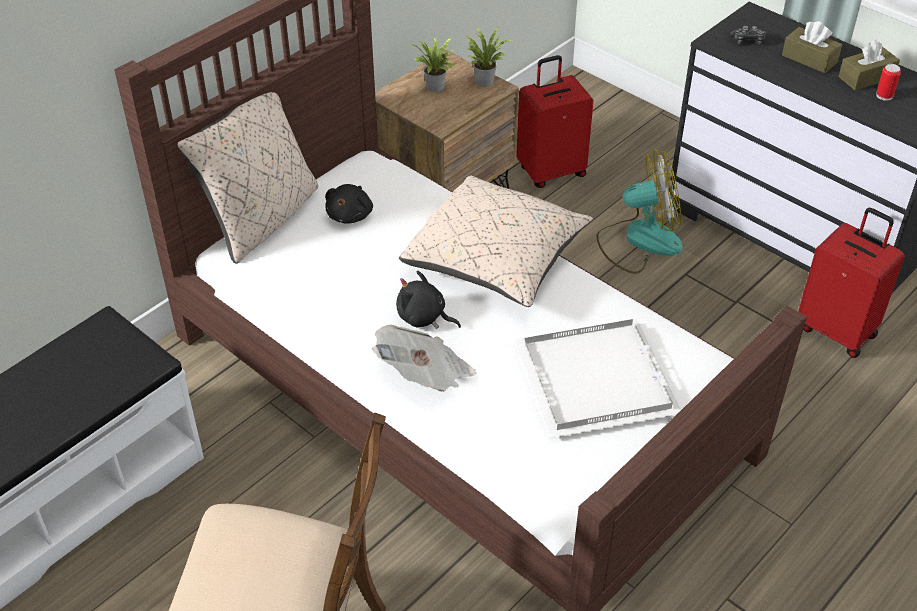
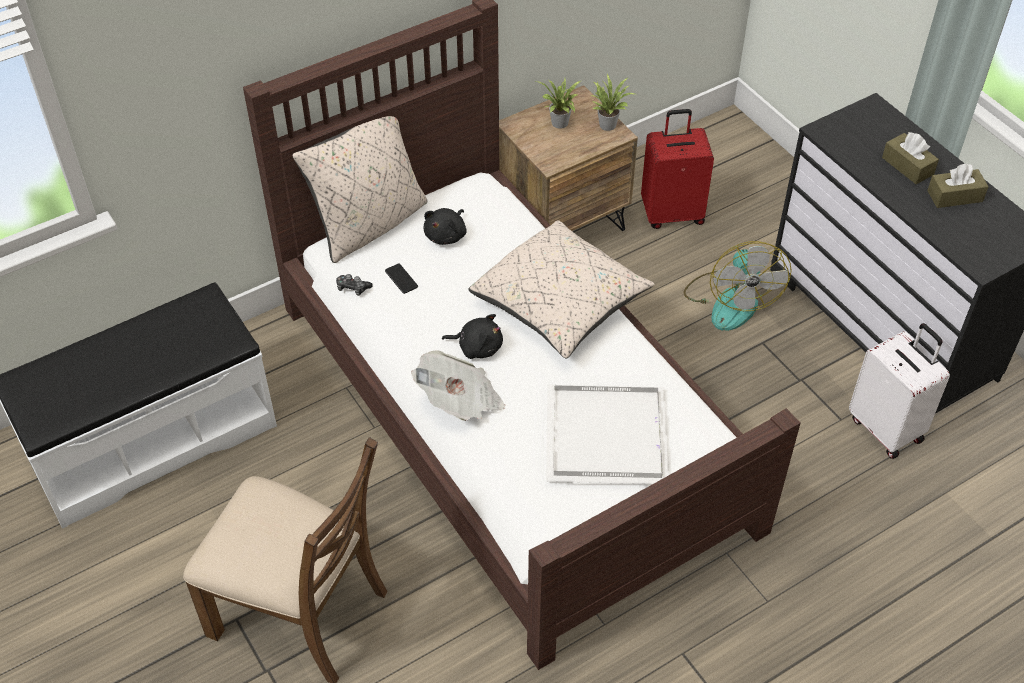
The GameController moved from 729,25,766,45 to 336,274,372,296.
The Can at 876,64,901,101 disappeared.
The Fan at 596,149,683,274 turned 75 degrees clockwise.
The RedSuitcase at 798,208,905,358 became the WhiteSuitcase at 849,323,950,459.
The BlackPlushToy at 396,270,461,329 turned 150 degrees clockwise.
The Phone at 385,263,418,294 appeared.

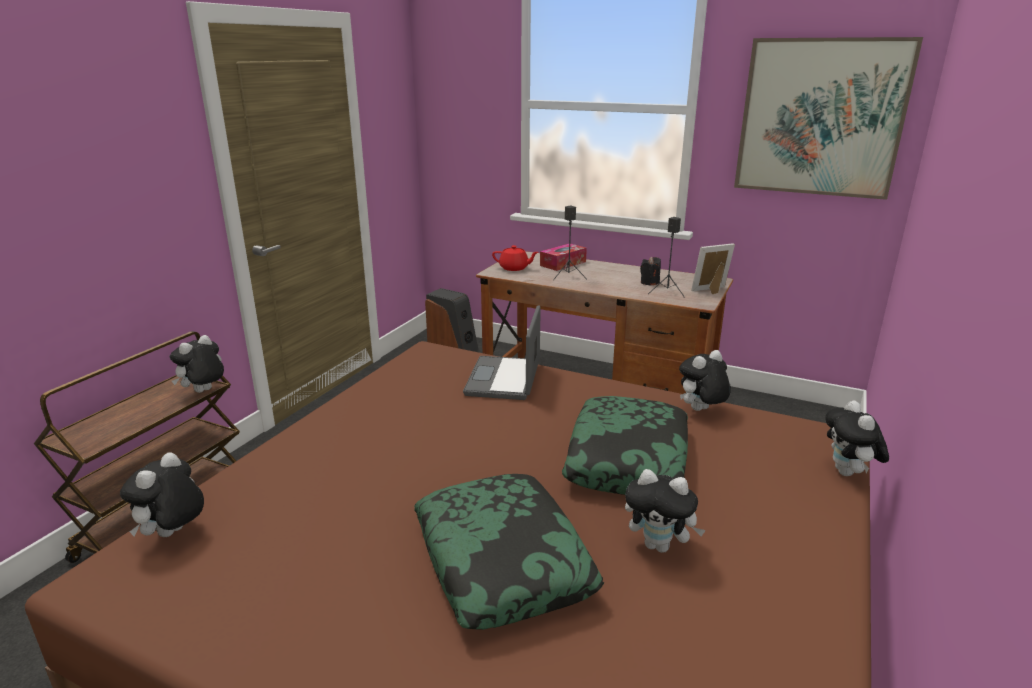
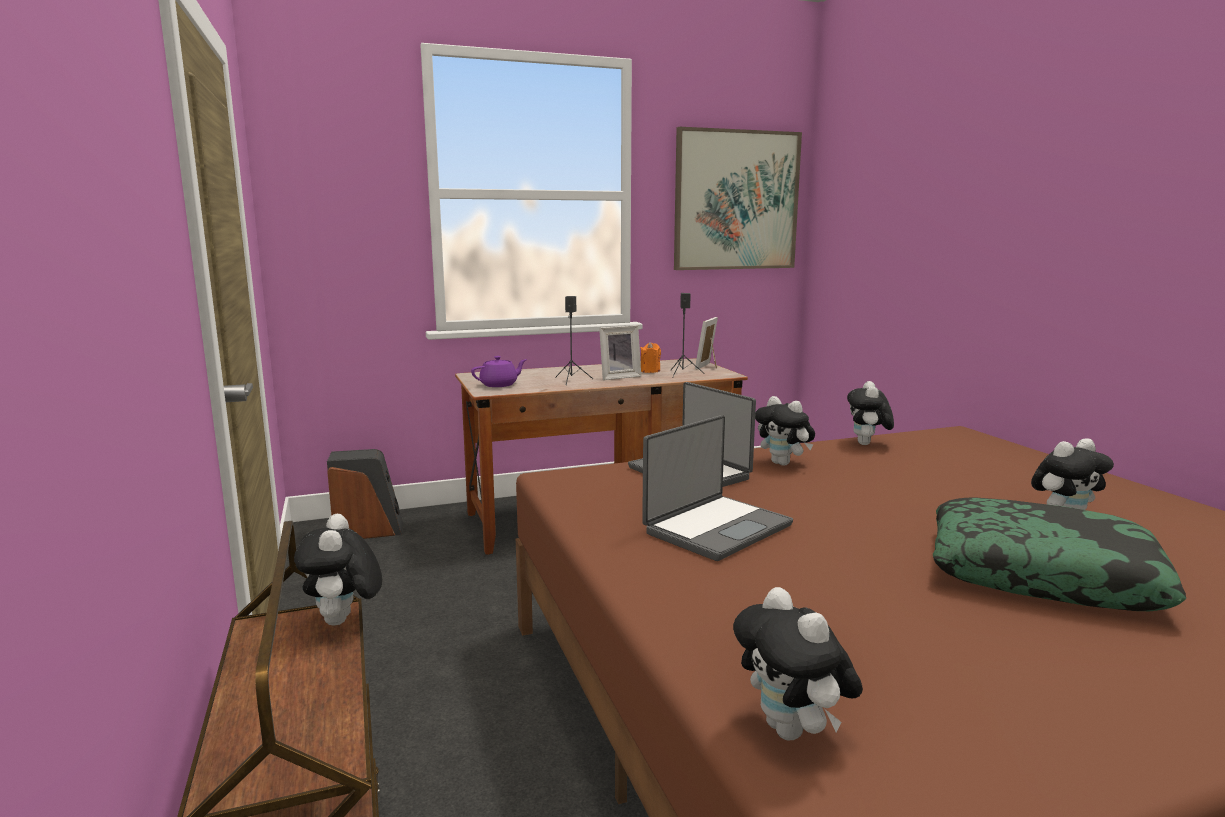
The TissueBox at 540,244,587,271 disappeared.
The RedTeapot at 492,245,539,271 became the PurpleTeapot at 471,356,527,387.
The BlackCandle at 640,256,661,286 became the OrangeCandle at 640,342,661,373.
The Pillow at 562,396,688,495 disappeared.
The PlushToy moved from 825,400,889,476 to 755,396,815,466.
The PictureFrame at 599,325,641,380 appeared.
The Laptop at 642,415,793,561 appeared.

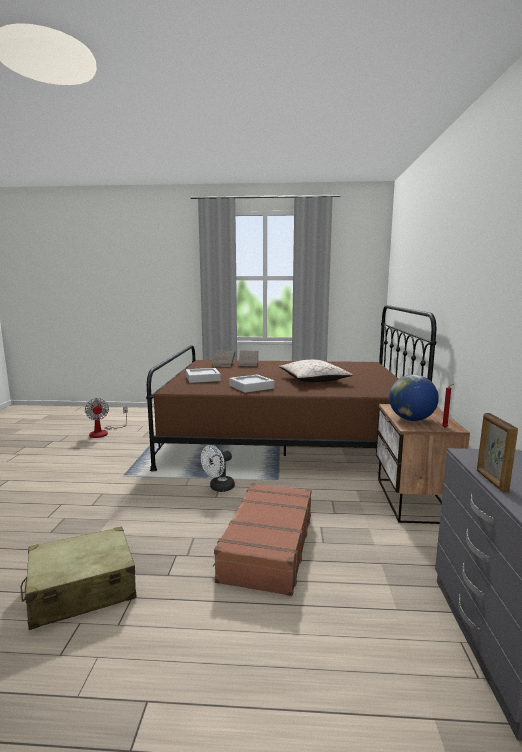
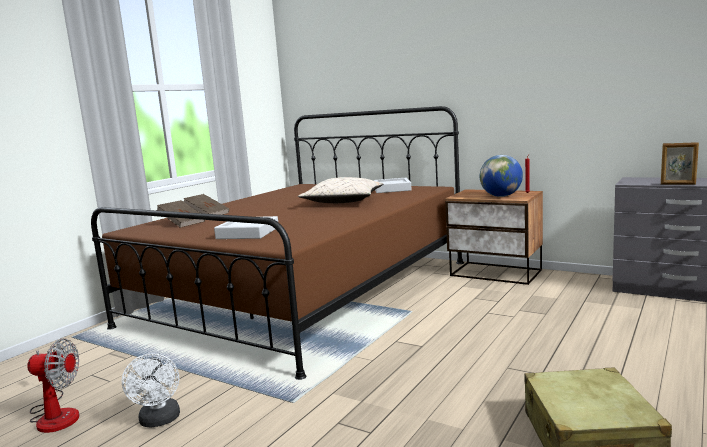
The GreyTray moved from 229,374,275,393 to 374,178,412,193.
The WhiteFan moved from 201,445,235,492 to 122,353,180,428.
The BrownSuitcase at 213,483,311,596 disappeared.

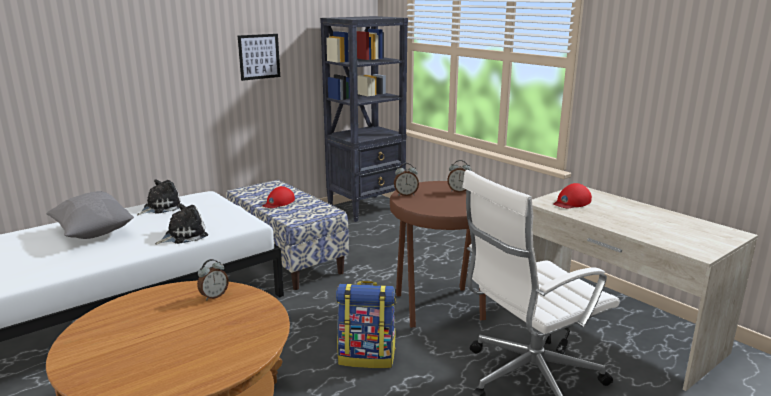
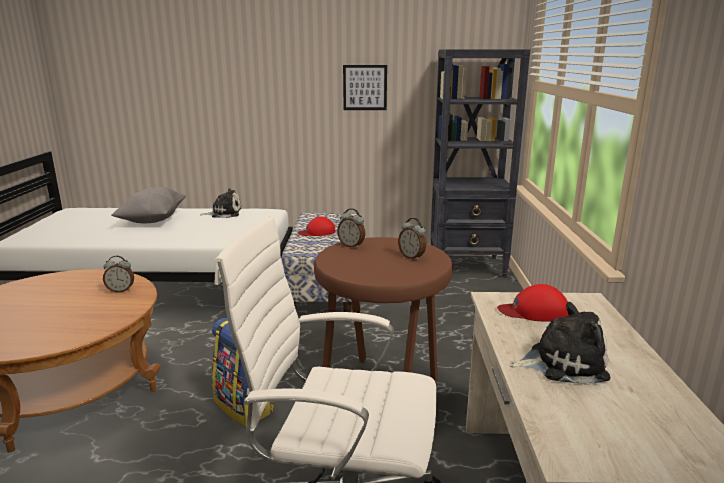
The PlushToy moved from 155,203,208,245 to 510,302,611,385.

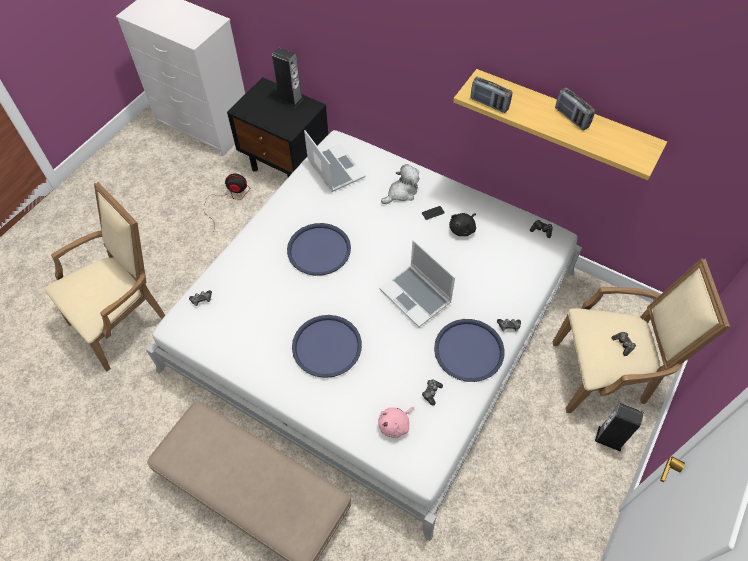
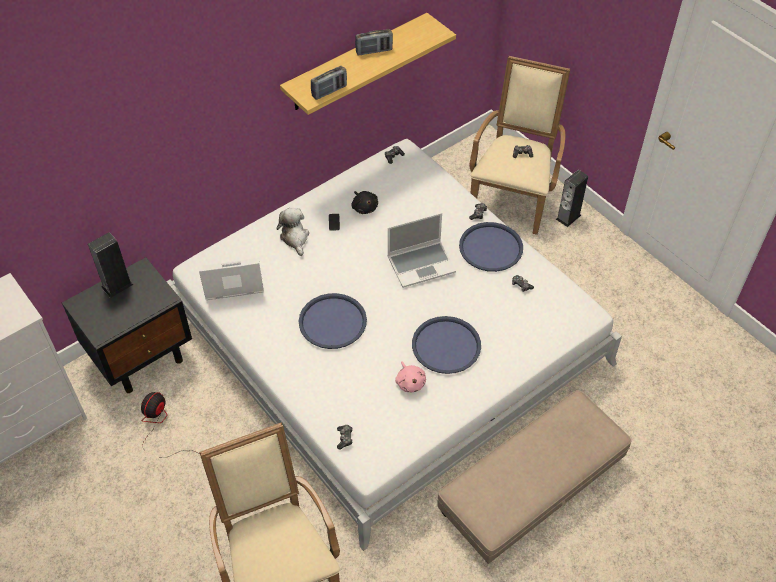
The PinkPlushToy moved from 378,407,414,438 to 395,361,426,392.

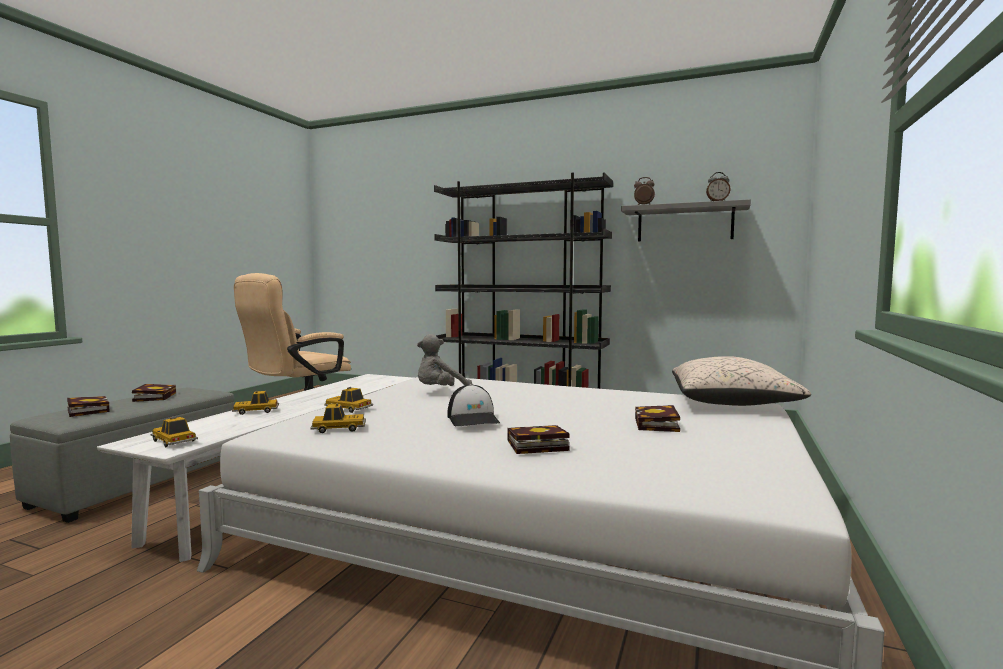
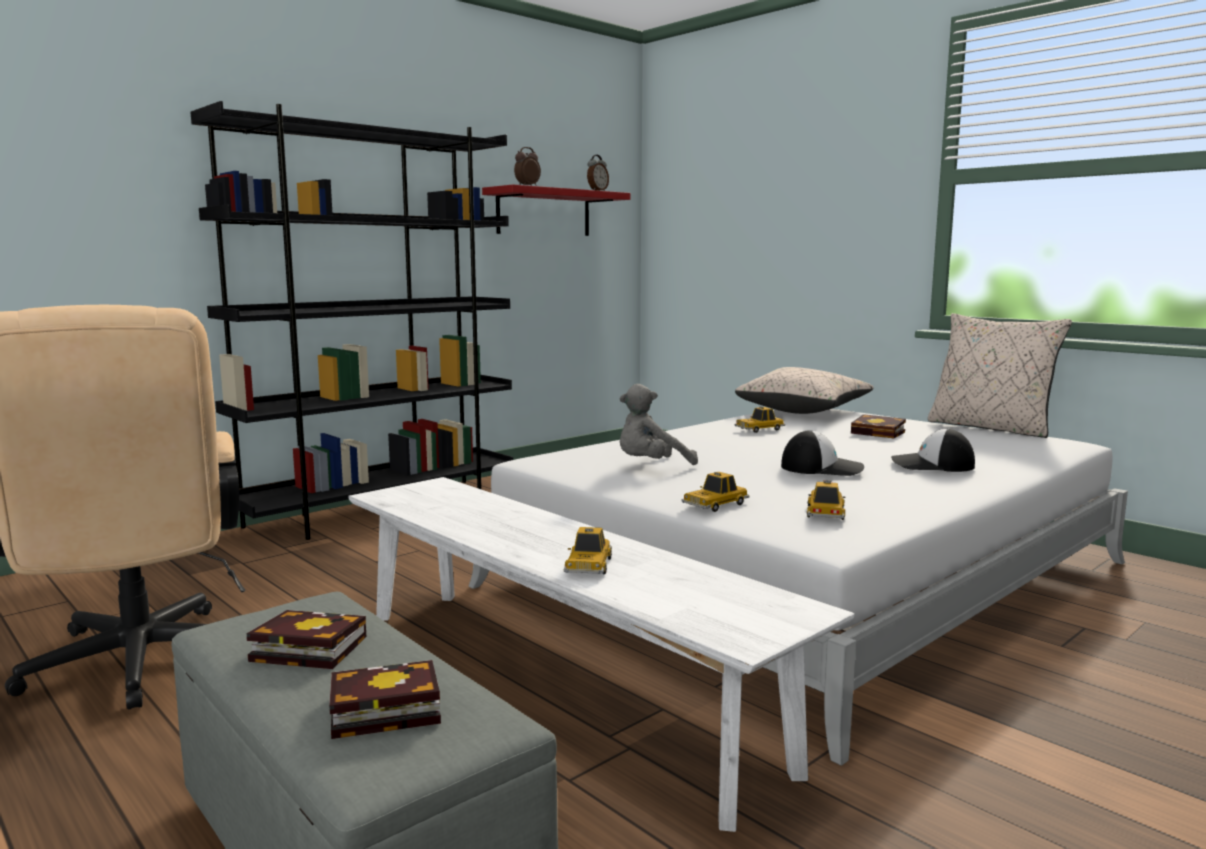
The GreyShelf at 621,199,751,242 became the RedShelf at 482,185,630,236.
The GreyPlushToy at 417,334,472,386 turned 75 degrees clockwise.
The ToyCar moved from 151,416,198,447 to 735,406,785,433.
The Book at 507,425,570,454 was replaced by the Cap at 891,428,975,472.
The BeigePillow at 928,313,1072,438 appeared.

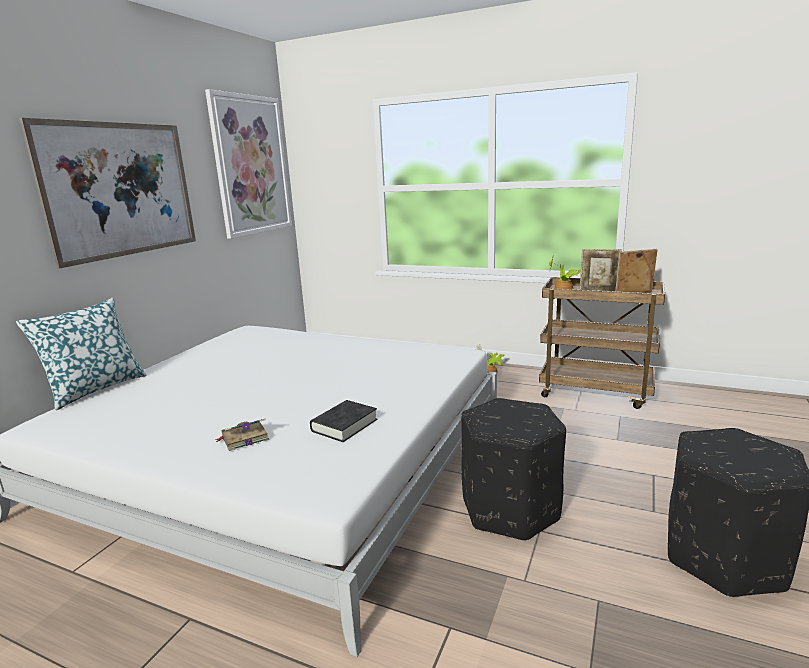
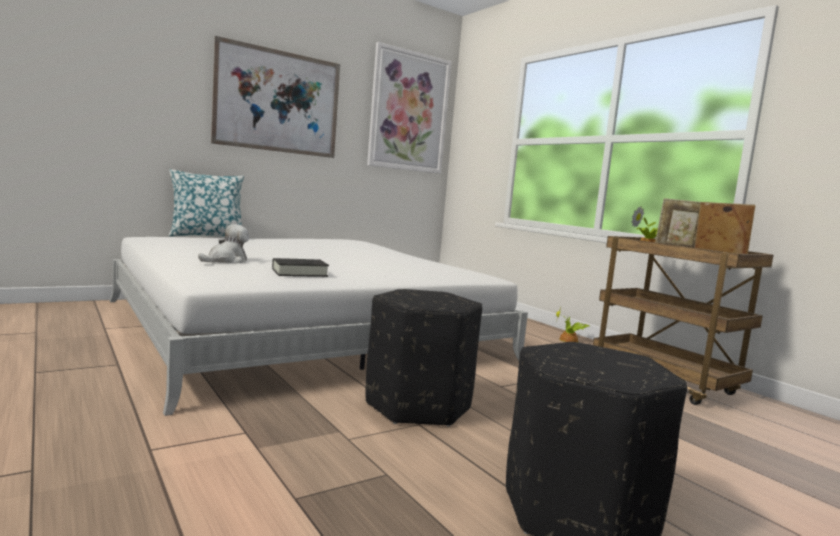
The Book at 215,419,269,451 was replaced by the PlushToy at 198,224,249,263.

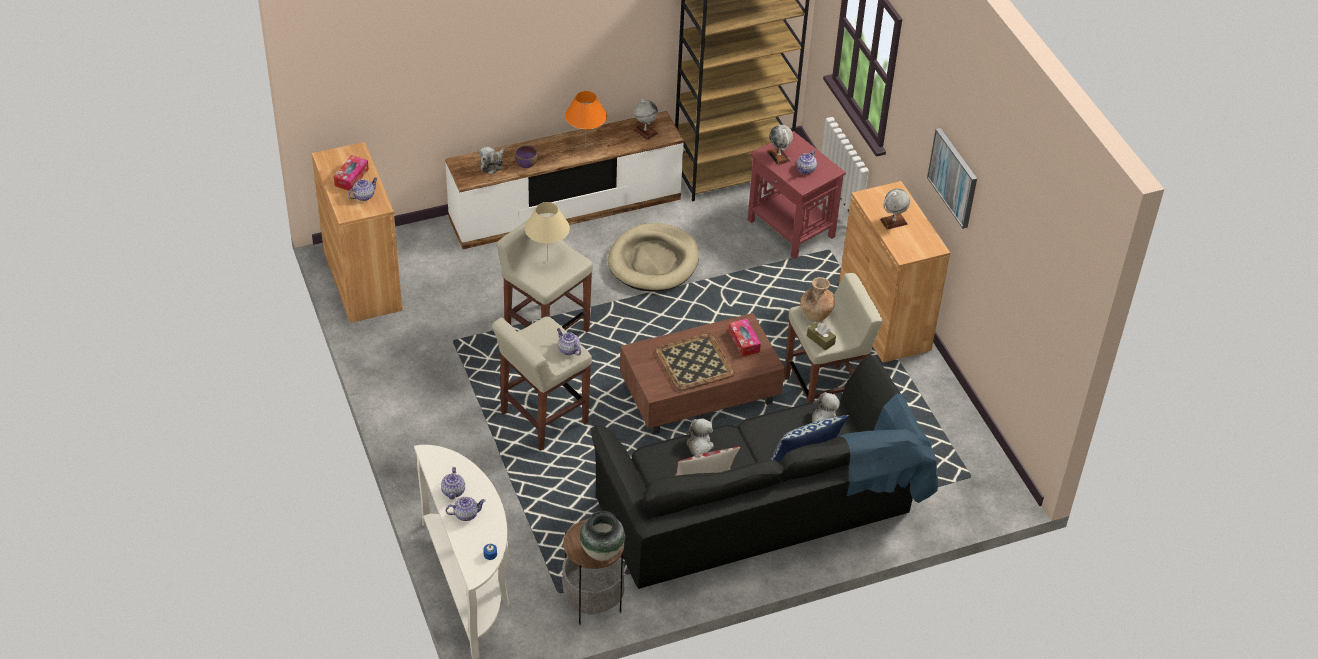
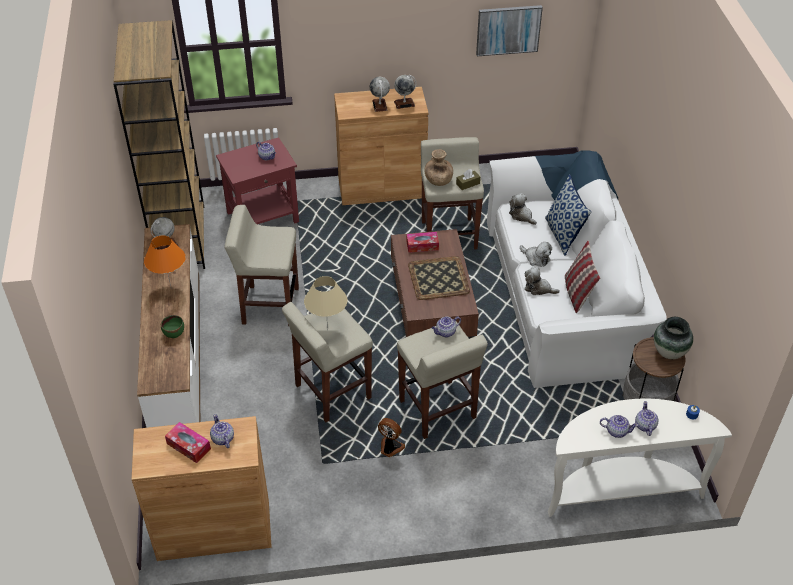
The Globe moved from 767,125,793,165 to 394,75,416,109.
The Picture moved from 927,128,977,229 to 476,5,543,56.
The PurpleBowl at 515,145,538,168 became the GreenBowl at 161,315,184,338.
The PlushToy moved from 479,147,505,175 to 520,242,552,267.
The BeigeDogBed at 608,223,699,291 was replaced by the BeigeStool at 225,205,299,326.
The BlackSofa at 591,355,938,589 became the WhiteSofa at 487,150,666,388.
The Fan at 378,418,405,457 appeared.

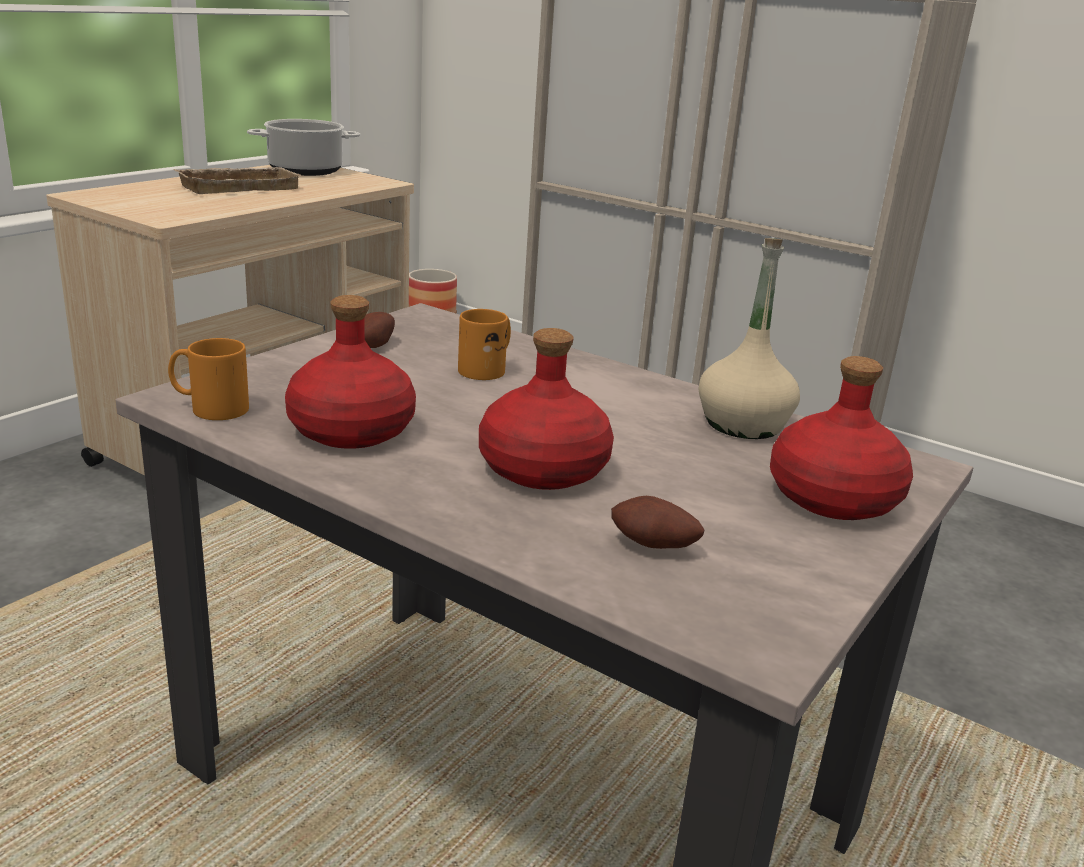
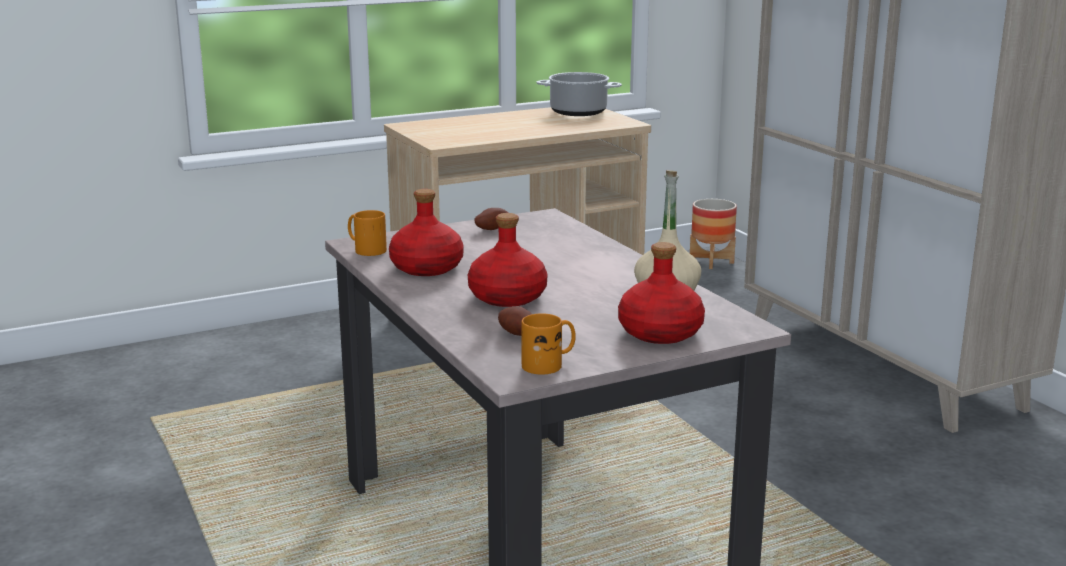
The BeigeTray at 174,167,302,194 disappeared.
The OrangeMug moved from 458,309,511,380 to 521,313,576,374.

